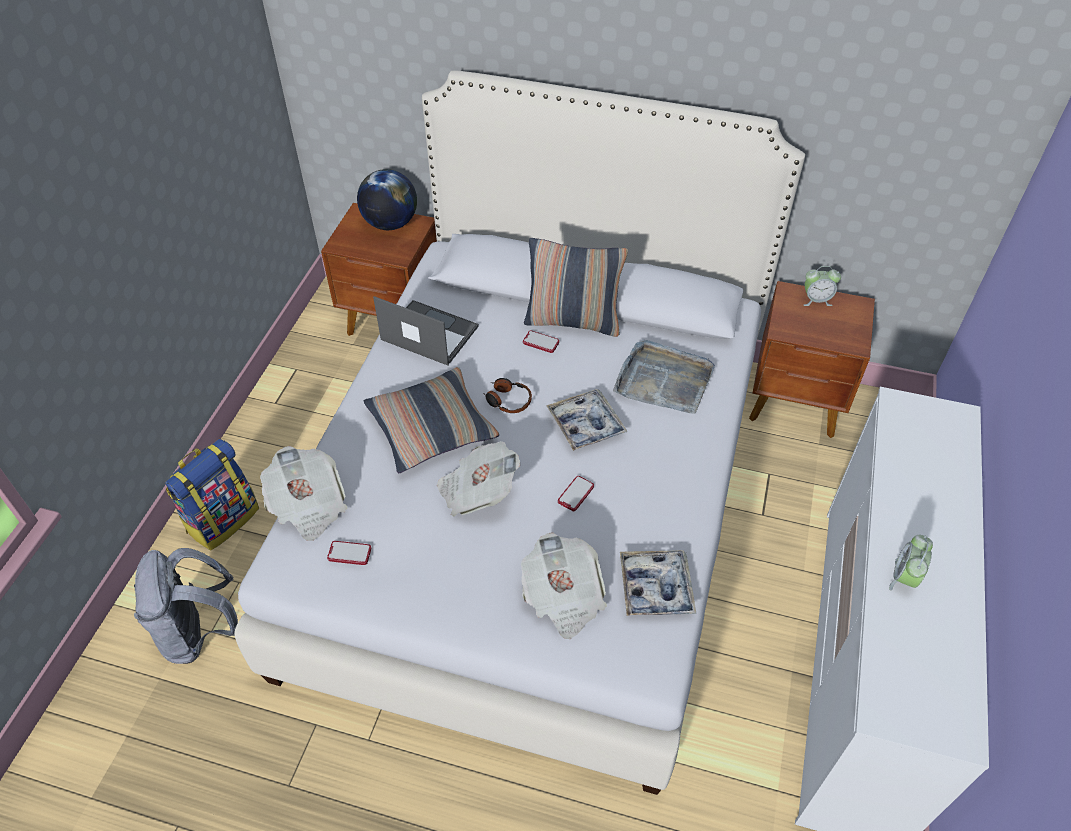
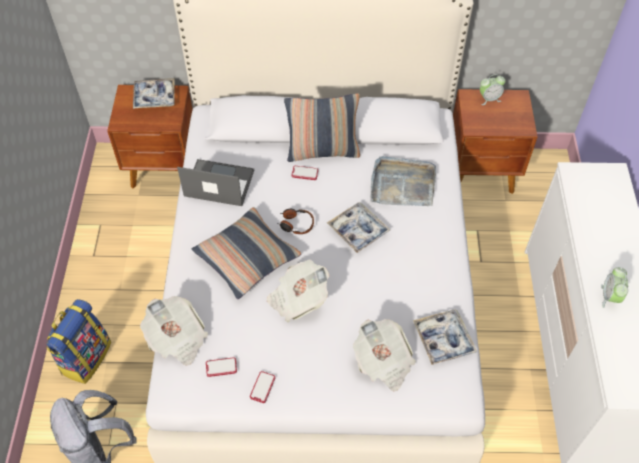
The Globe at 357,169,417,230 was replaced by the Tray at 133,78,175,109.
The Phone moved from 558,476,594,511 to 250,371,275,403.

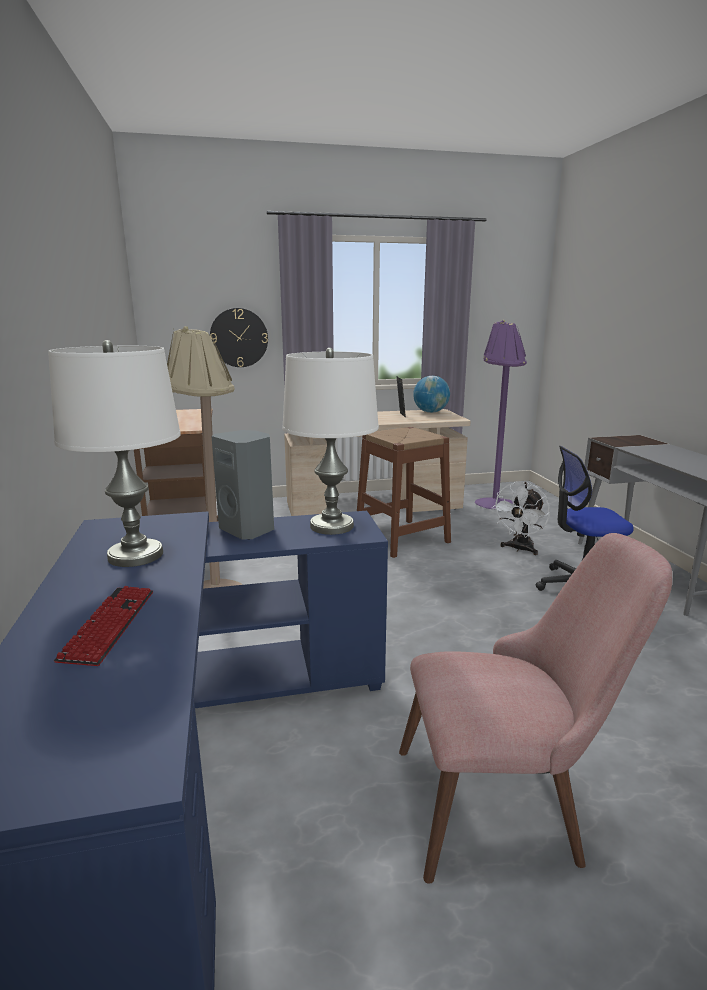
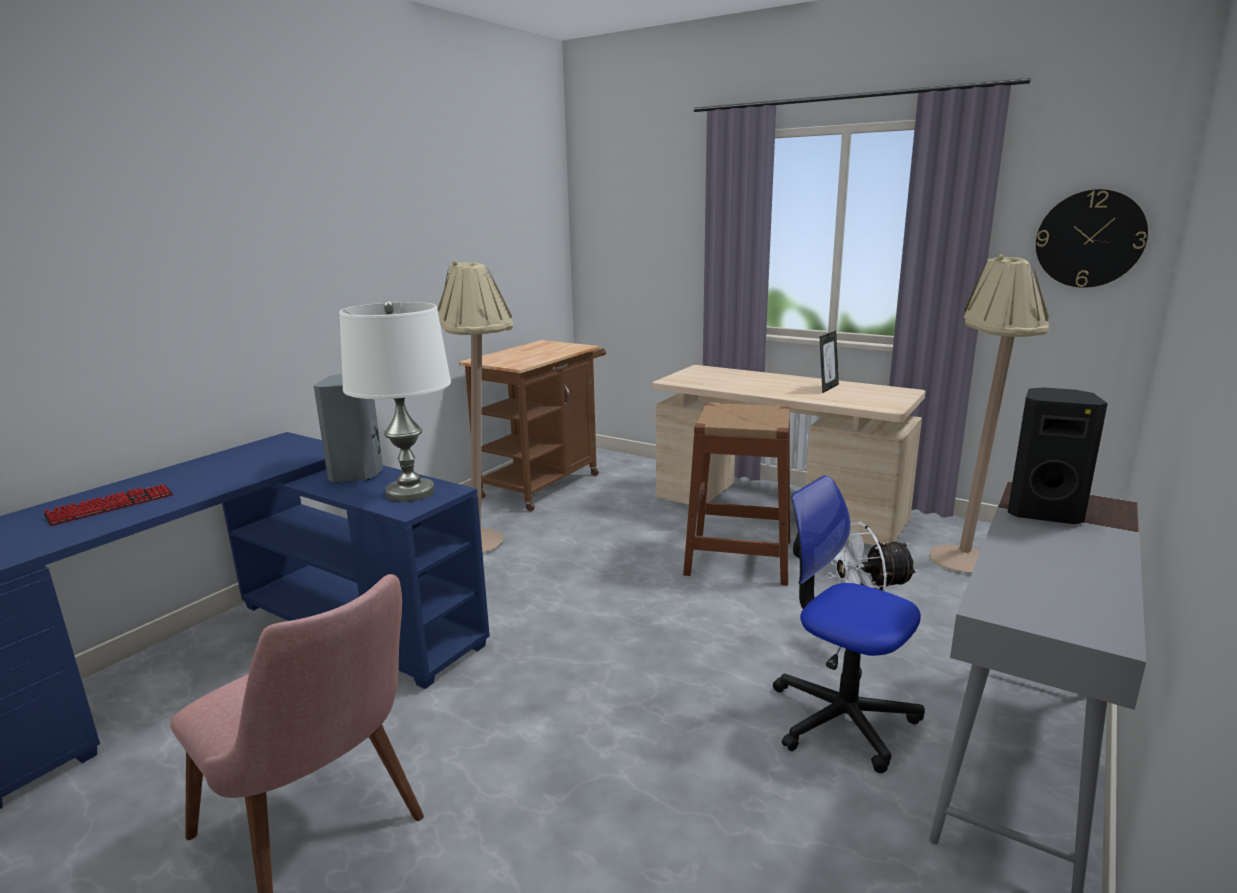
The WallClock moved from 210,308,268,367 to 1036,189,1148,288.
The PurpleFloorLamp at 475,320,527,509 became the BeigeFloorLamp at 929,254,1049,573.
The WhiteTableLamp at 48,340,181,567 disappeared.
The Globe at 413,376,450,413 disappeared.
The BlackSpeaker at 1008,387,1108,524 appeared.

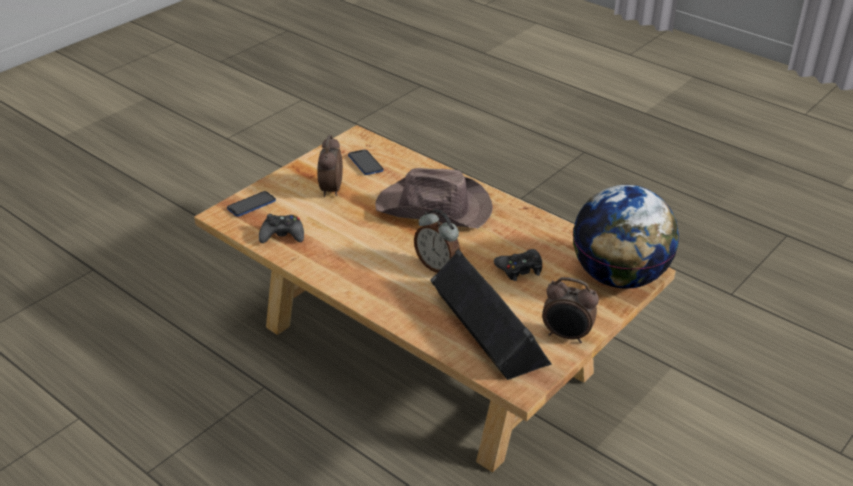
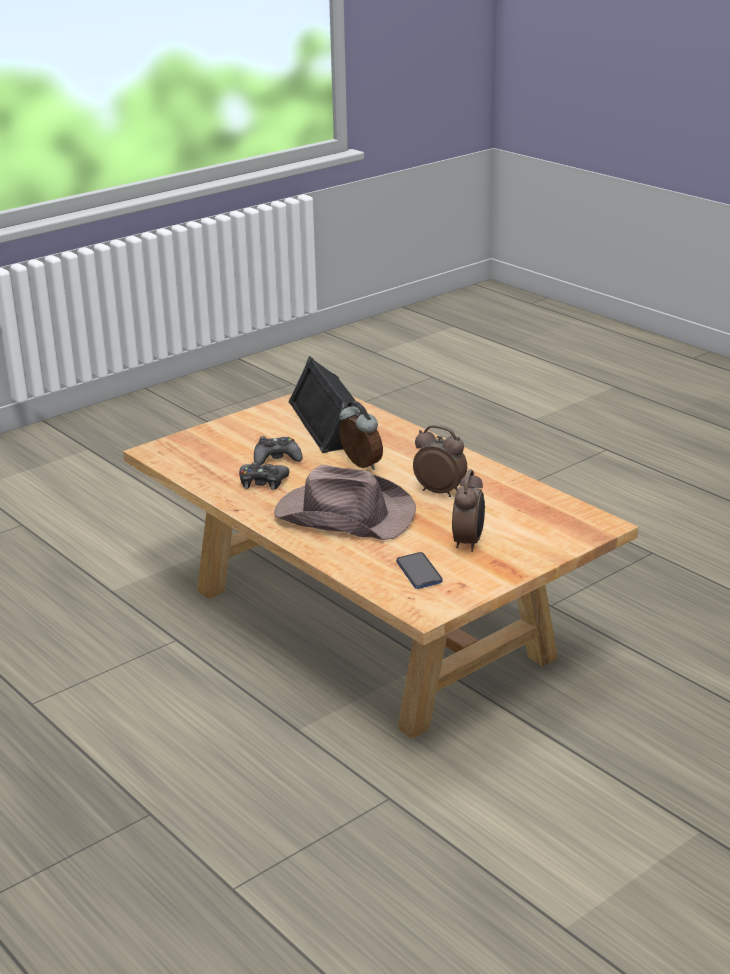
The Globe at 573,185,679,289 disappeared.
The Phone at 227,191,276,217 disappeared.
The BlackGameController moved from 259,214,304,243 to 239,462,289,490.
The AlarmClock moved from 542,277,599,343 to 413,425,467,497.

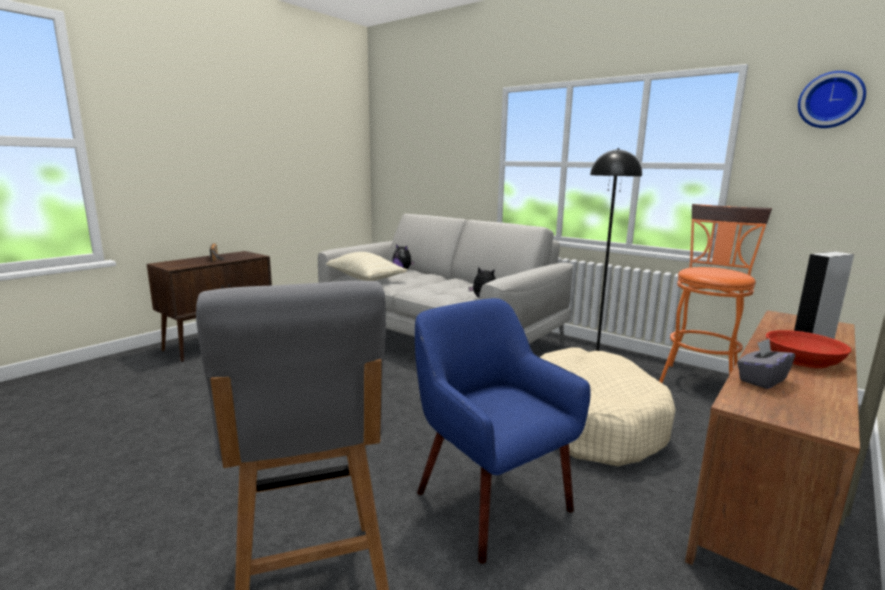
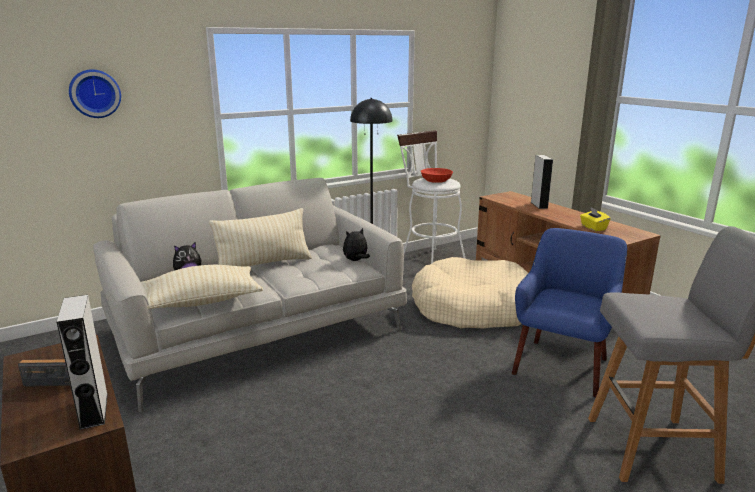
The WallClock moved from 798,71,866,128 to 69,69,121,118.
The OrangeStool at 659,204,772,383 became the WhiteStool at 397,130,466,264.
The BlueArmchair at 415,298,591,564 turned 135 degrees clockwise.
The RedBowl moved from 766,330,851,368 to 421,168,453,183.
The GreyTissueBox at 737,339,795,389 became the YellowTissueBox at 580,208,610,231.
The BeigePillow at 209,208,312,267 appeared.
The GreySpeaker at 57,295,108,430 appeared.

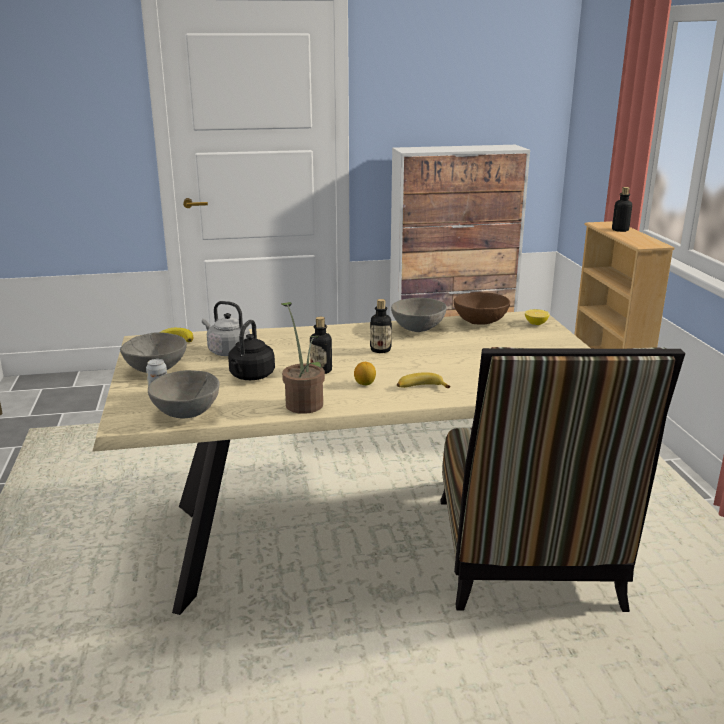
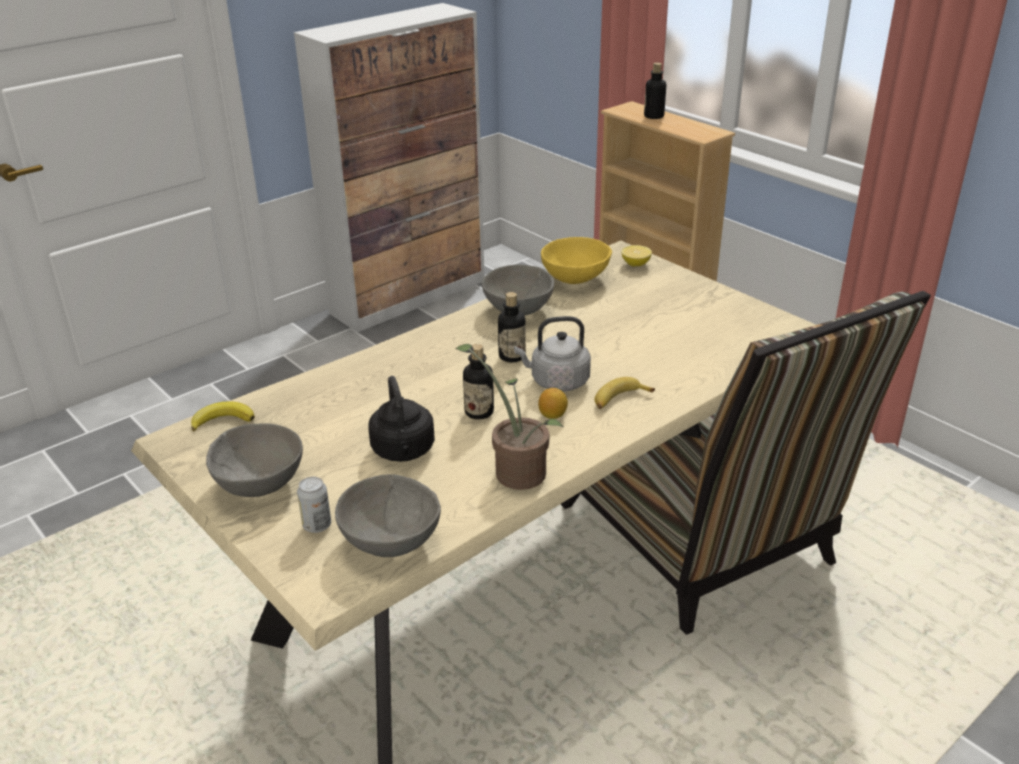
The BrownBowl at 454,292,510,325 became the YellowBowl at 541,237,612,284.
The GreyKettle moved from 202,301,250,356 to 514,316,591,392.

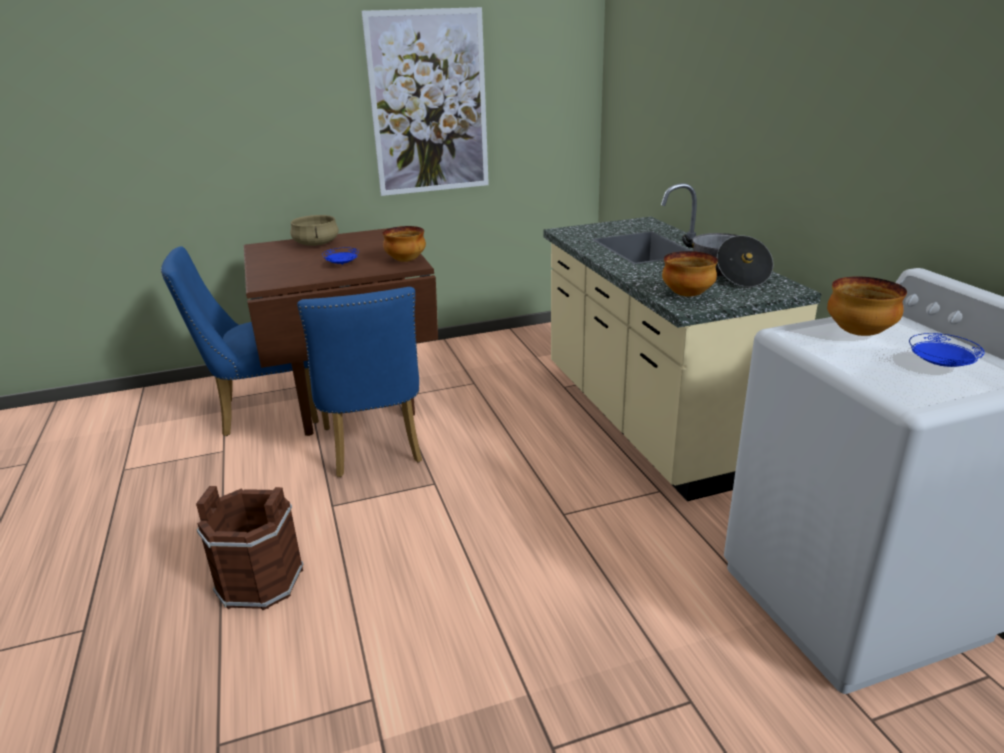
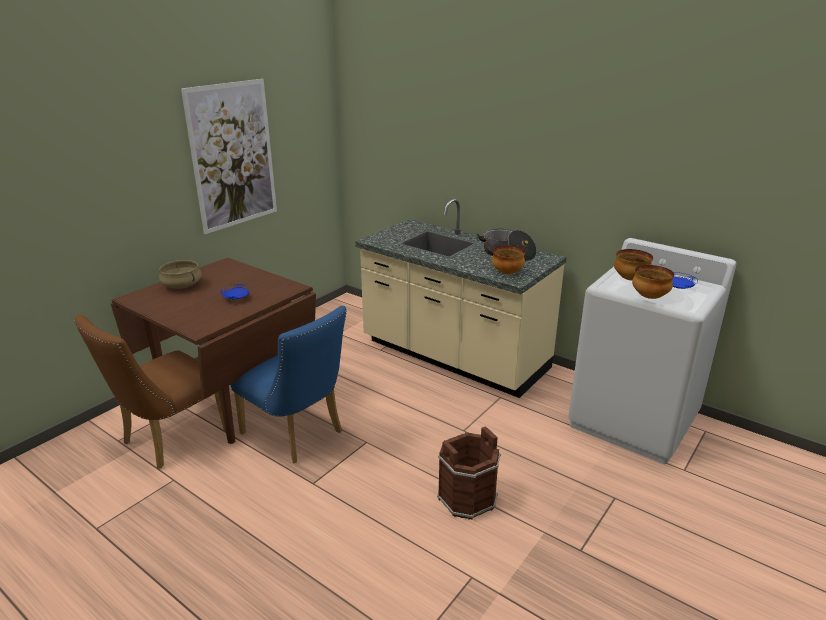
The Bowl moved from 382,226,426,262 to 632,265,674,299.
The BlueChair at 161,246,319,436 became the BrownChair at 75,314,226,469.
The BrownBucket moved from 196,486,303,610 to 437,426,501,520.

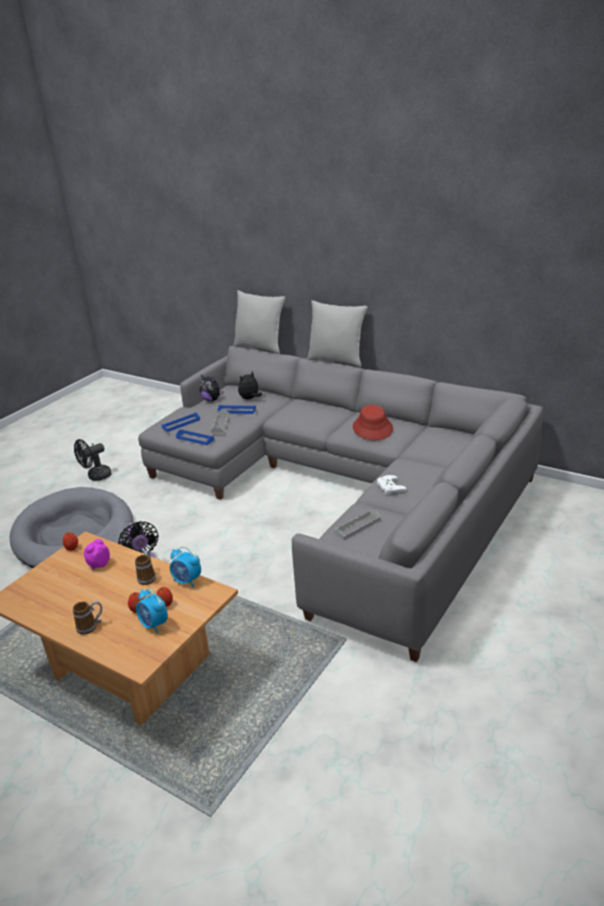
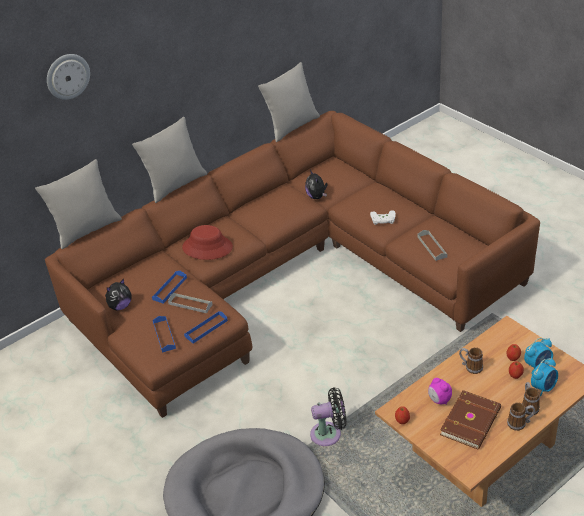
The GreySofa at 138,346,543,662 became the BrownSofa at 45,111,540,418.
The PlushToy moved from 238,371,262,400 to 305,170,328,199.
The RedHat moved from 353,405,393,440 to 182,225,233,260.
The BlackFan at 74,439,112,481 disappeared.
The AlarmClock moved from 170,547,201,587 to 531,358,558,397.
The WallClock at 47,54,90,100 appeared.
The GreyPillow at 258,62,320,142 appeared.
The BrownBook at 440,390,501,450 appeared.
The Mug at 507,402,535,431 appeared.

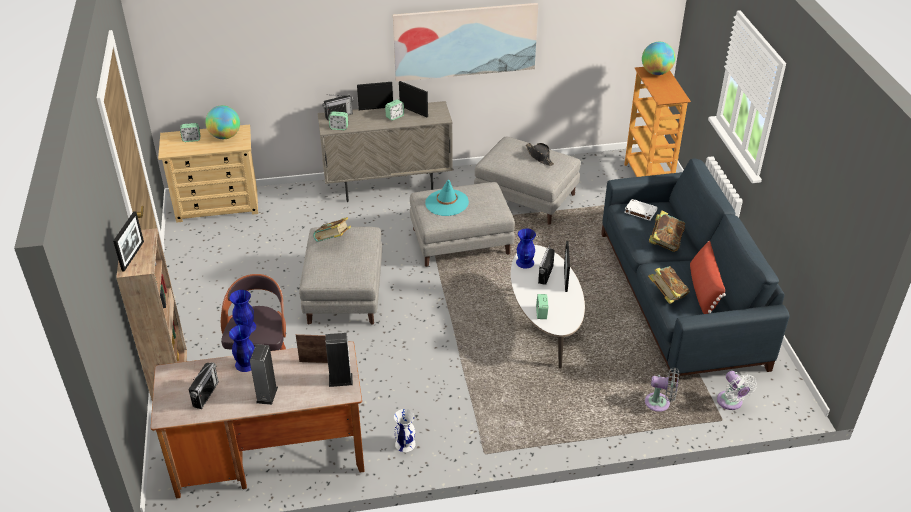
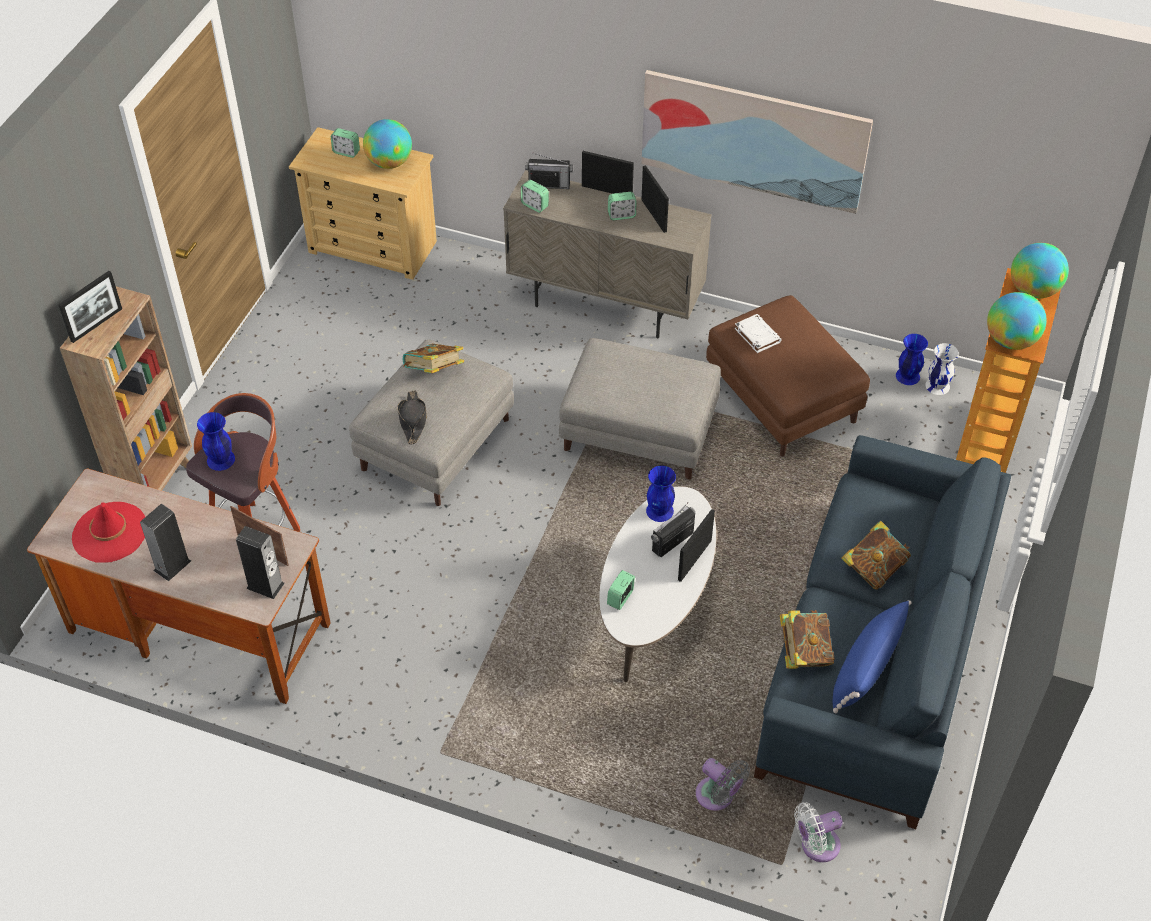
The GreyOttoman at 474,136,581,225 became the BrownOttoman at 706,295,870,457.
The BlackHat moved from 526,143,554,166 to 397,390,427,444.
The TurquoiseHat at 425,180,469,216 disappeared.
The WhiteBook moved from 624,199,658,221 to 735,314,781,353.
The RedPillow at 690,241,726,314 became the BluePillow at 833,600,911,713.
The BlueVase moved from 229,325,255,372 to 896,334,928,385.
The Radio at 188,362,219,409 was replaced by the RedHat at 72,502,145,563.
The WhiteFan at 717,371,757,410 turned 60 degrees clockwise.
The WhiteVase moved from 394,409,416,452 to 925,343,959,395.
The Globe at 987,292,1047,350 appeared.

